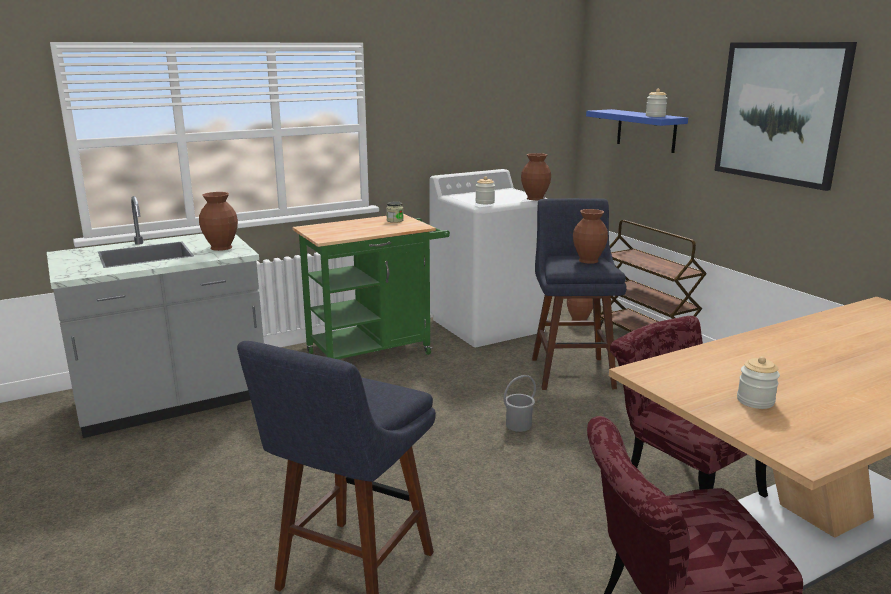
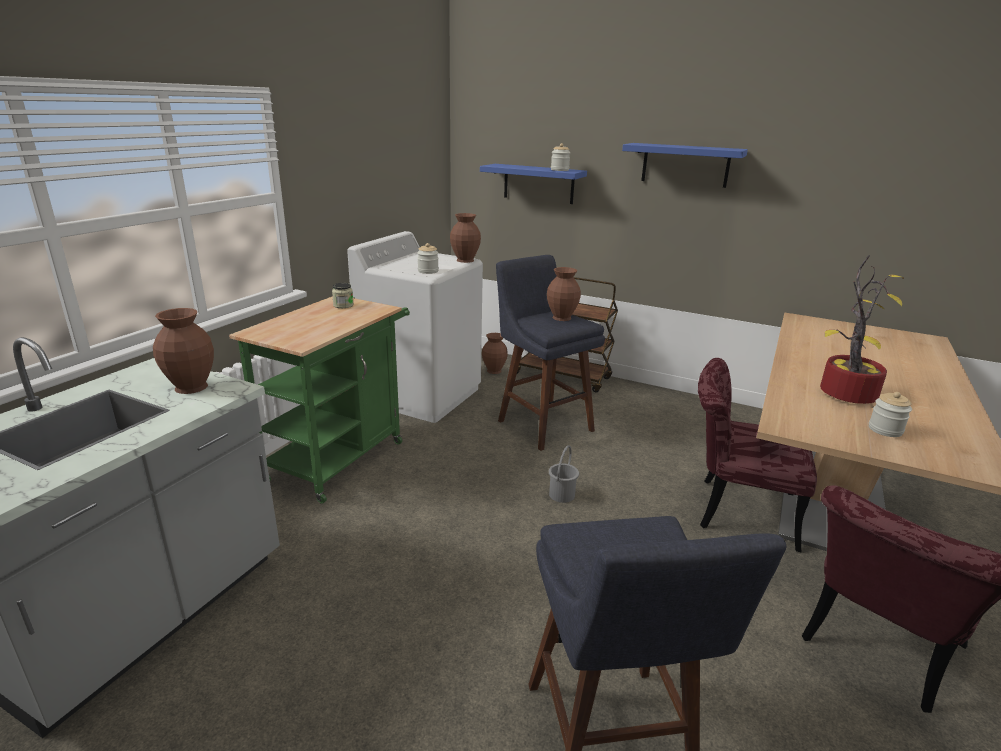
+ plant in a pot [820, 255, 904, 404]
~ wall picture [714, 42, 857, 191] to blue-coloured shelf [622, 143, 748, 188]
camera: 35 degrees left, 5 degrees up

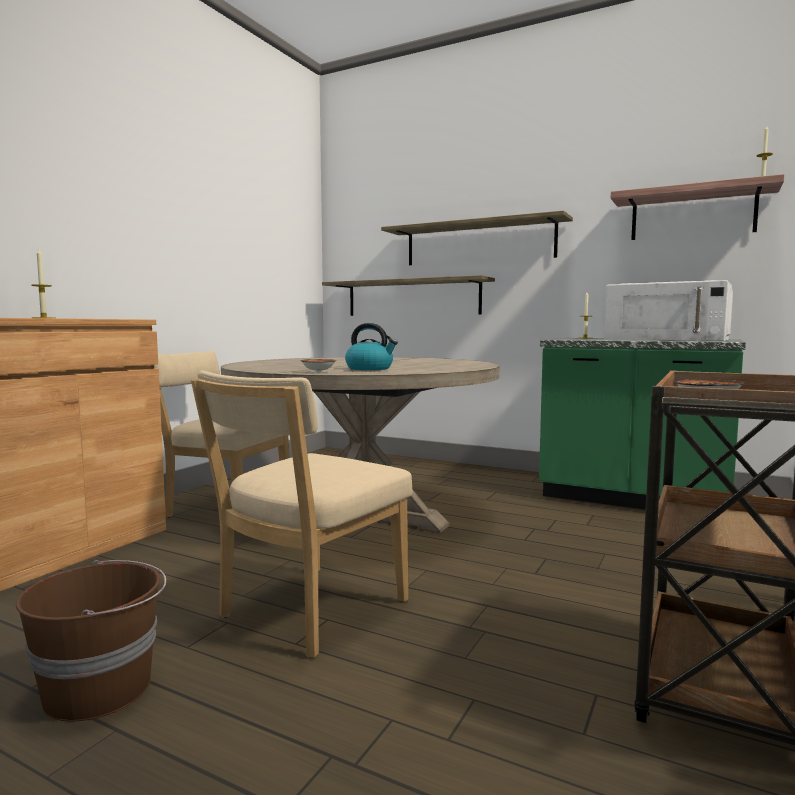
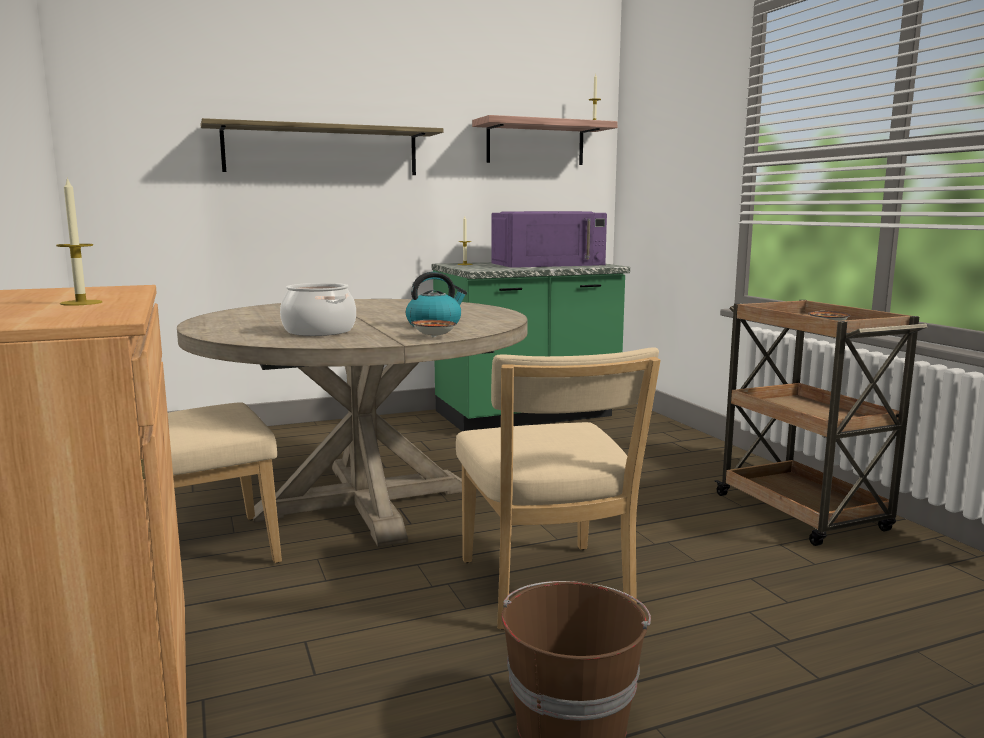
- shelf [322, 275, 495, 316]
+ saucepot [280, 283, 356, 336]
~ white-coloured kitchen microwave [604, 280, 733, 341] to purple kitchen microwave [492, 211, 607, 268]
camera: 50 degrees left, 5 degrees up

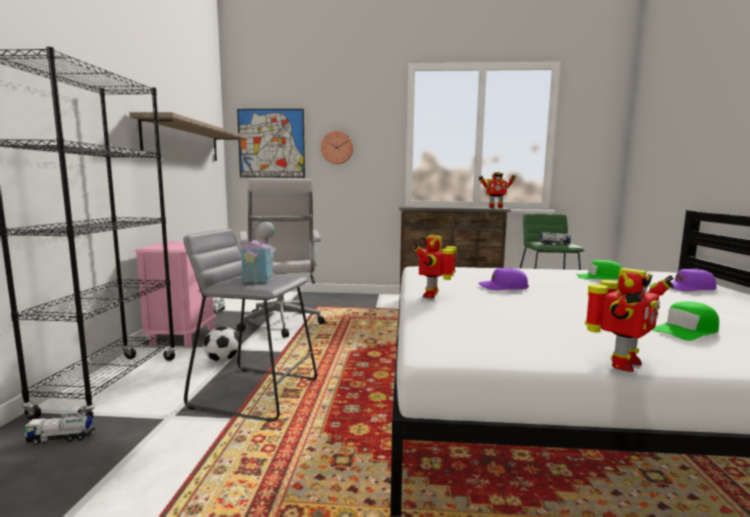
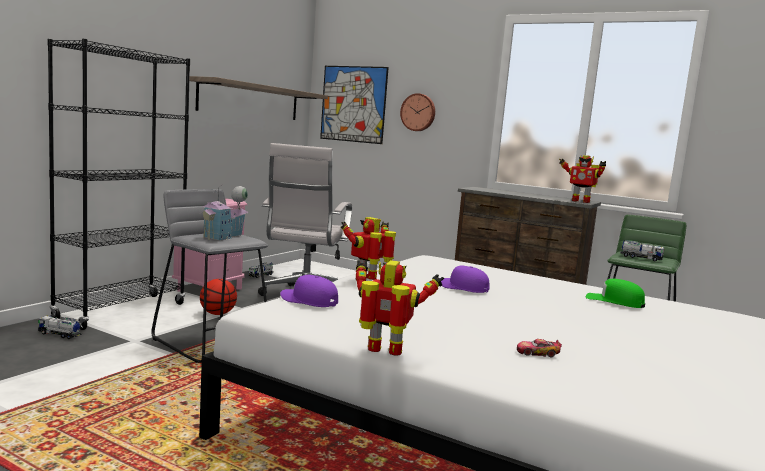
~ purple cap [670, 268, 717, 291] to [280, 275, 338, 307]
~ football ball [203, 327, 239, 362] to ball for basketball [200, 279, 237, 315]
~ greenish cap [652, 302, 719, 341] to miniature car [517, 339, 562, 357]
~ toy robot [585, 268, 674, 372] = [356, 260, 444, 356] 150 degrees counterclockwise
camera: 25 degrees right, 0 degrees up

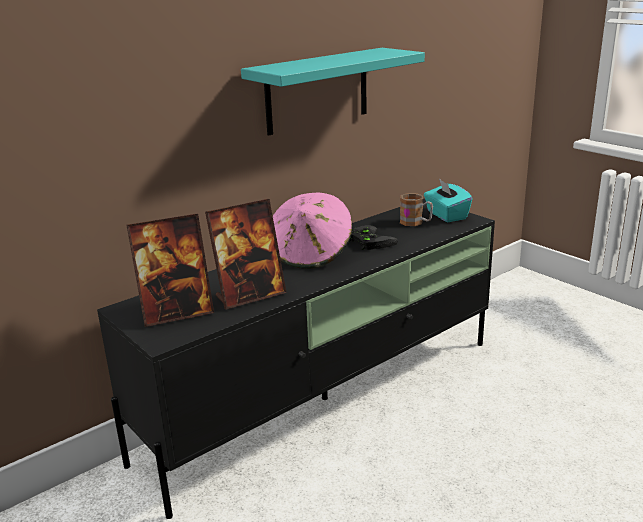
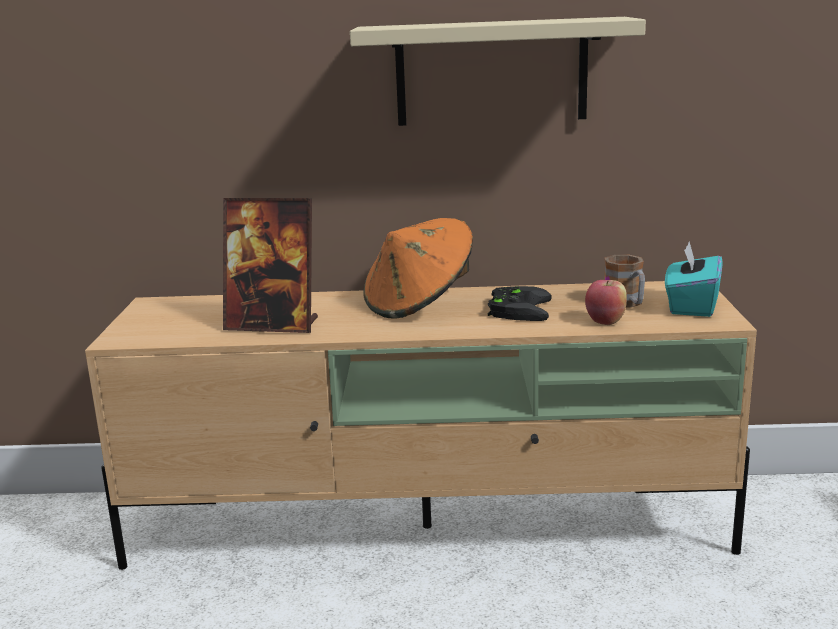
- photo frame [127, 214, 214, 327]
+ apple [585, 280, 627, 325]
~ black-coloured tv stand [97, 198, 495, 519] to beige tv stand [85, 281, 757, 570]
~ turquoise-coloured shelf [241, 48, 425, 135] to beige shelf [350, 17, 646, 126]
~ pinkish clothing hat [273, 192, 352, 269] to orangey clothing hat [363, 218, 473, 319]
camera: 40 degrees right, 5 degrees down

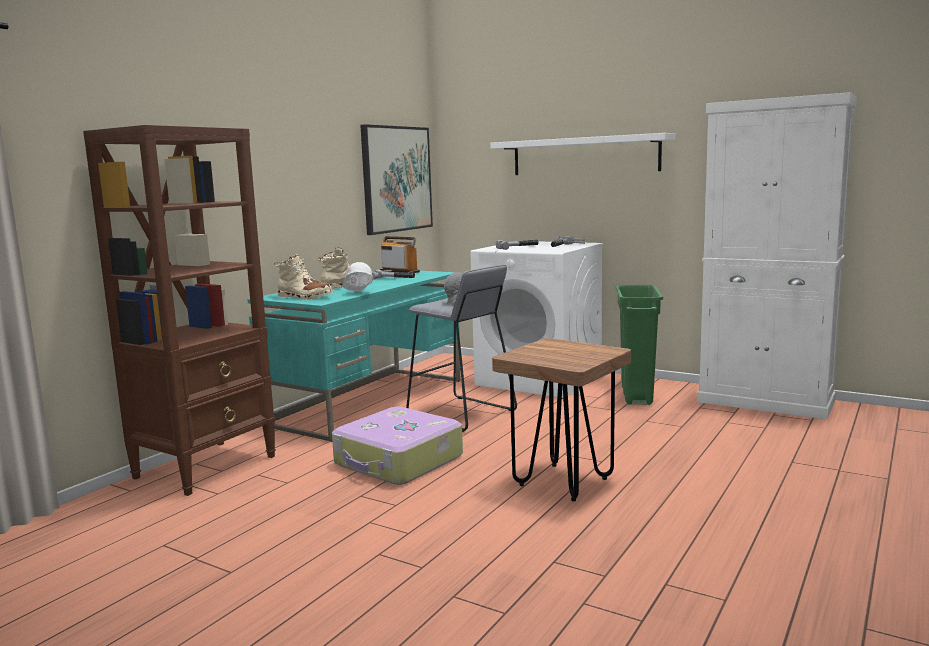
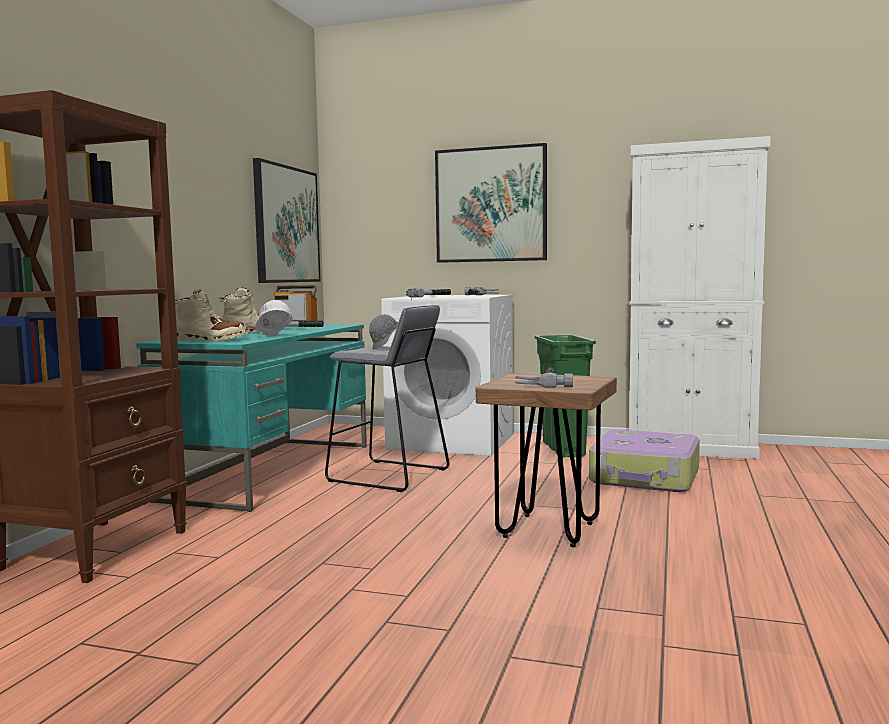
+ tool hammer [515, 367, 573, 388]
~ travel case [332, 407, 463, 485] to [589, 429, 700, 492]
~ white-coloured shelf [490, 133, 675, 175] to wall picture [435, 143, 547, 263]
camera: 15 degrees left, 5 degrees down

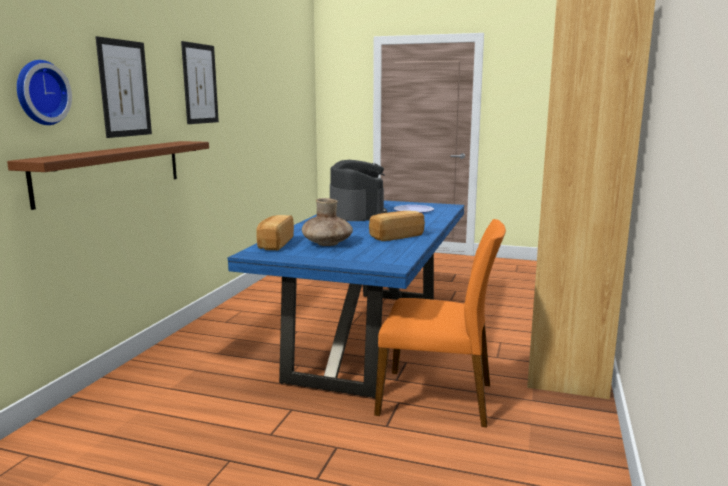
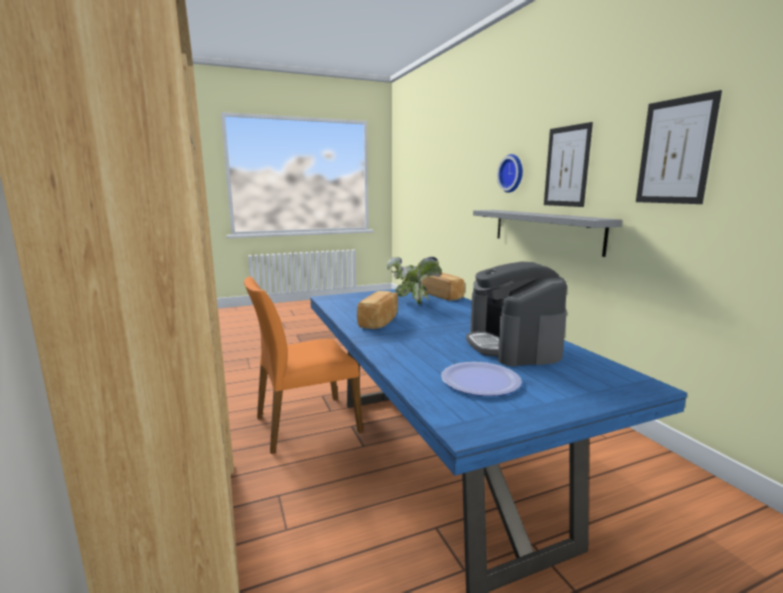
~ brown decorative vase [302, 198, 353, 246] to plant in a pot [387, 257, 441, 305]
~ brown shelf [7, 141, 209, 210] to grey shelf [473, 210, 622, 257]
~ coffee brewer [330, 160, 387, 221] = [466, 262, 567, 366] 45 degrees clockwise
camera: 140 degrees right, 0 degrees up

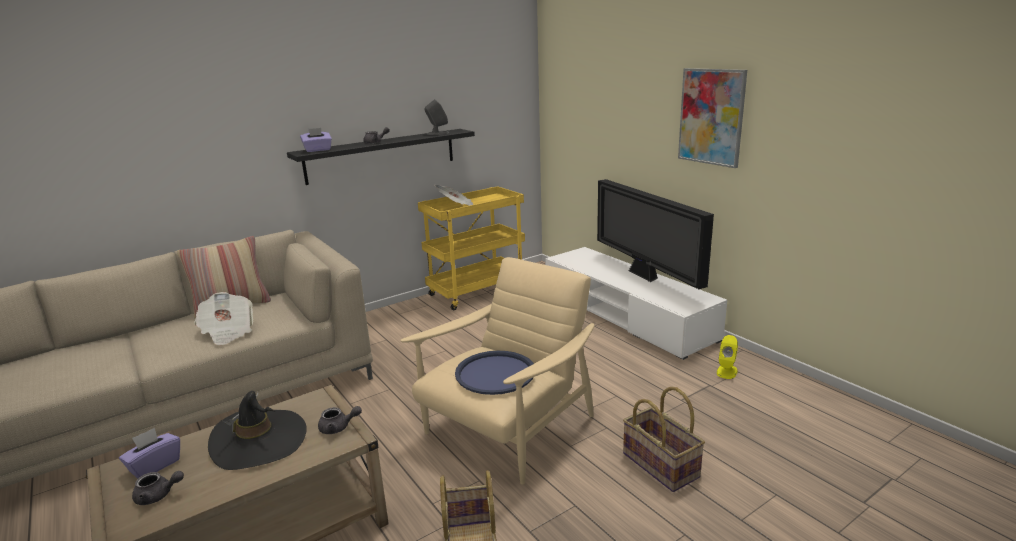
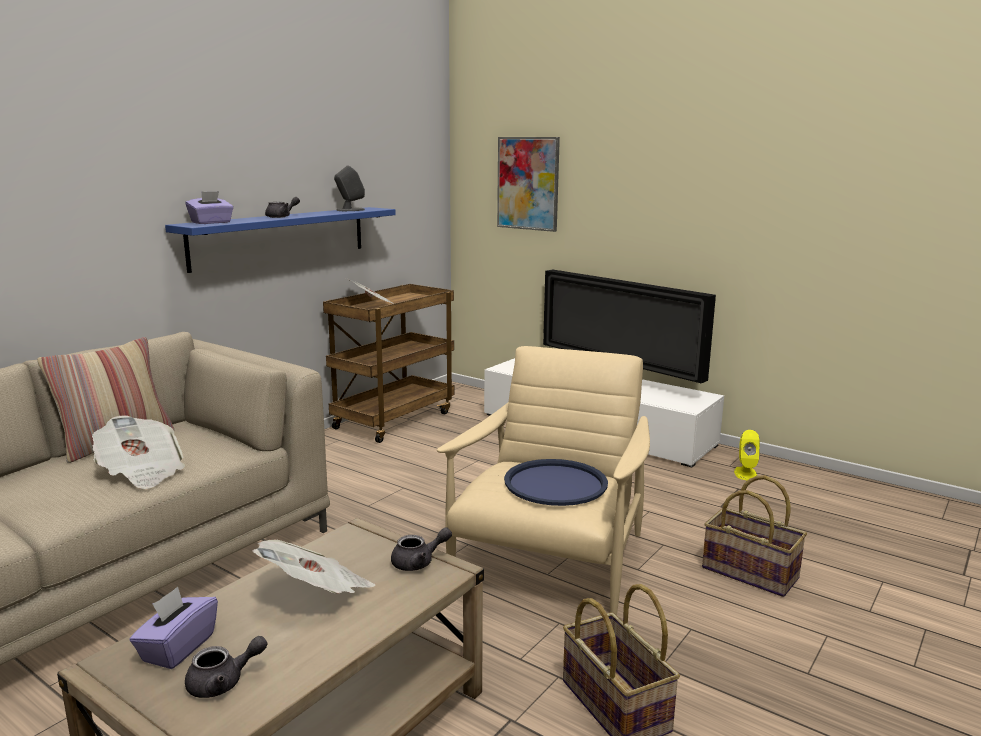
~ wall picture [678, 68, 747, 168] to [497, 137, 560, 232]
~ black-coloured clothing hat [208, 391, 307, 470] to newspaper [252, 540, 376, 594]
~ black-coloured shelf [287, 129, 475, 185] to blue-coloured shelf [165, 207, 396, 273]
~ yellow wheeled cart [418, 186, 525, 310] to brown wheeled cart [323, 284, 455, 443]
camera: 20 degrees left, 5 degrees down

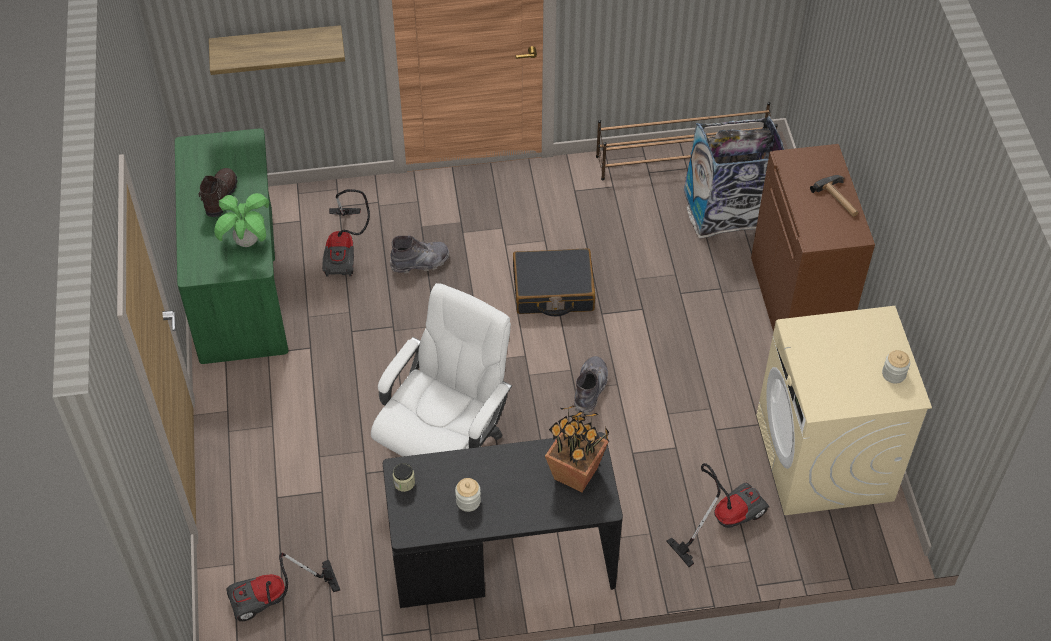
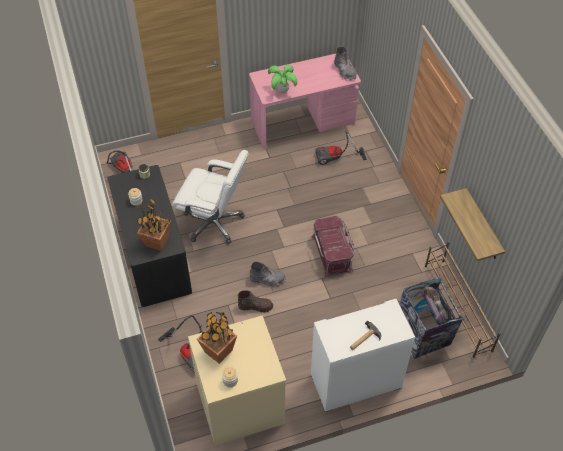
+ plant in a pot [197, 312, 237, 364]
~ brown boot [198, 168, 237, 217] to [238, 290, 273, 313]
~ shelf [209, 25, 345, 75] to [440, 188, 505, 261]
~ grey boot [390, 236, 450, 274] to [334, 46, 357, 80]
~ black-coloured travel case [513, 248, 595, 316] to reddish storage box [311, 216, 355, 278]
~ greenish desk unit [175, 128, 289, 364] to pinkish desk unit [249, 54, 361, 150]
~ brown cabinet [751, 144, 875, 332] to white-coloured cabinet [311, 299, 415, 412]
camera: 80 degrees right, 0 degrees up

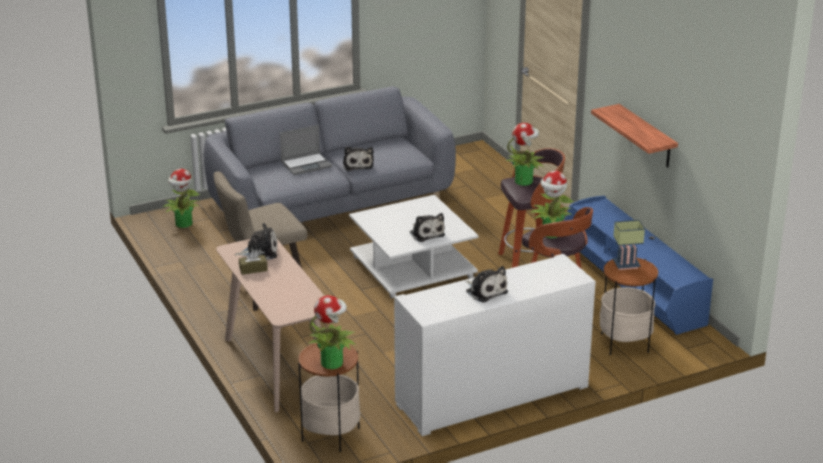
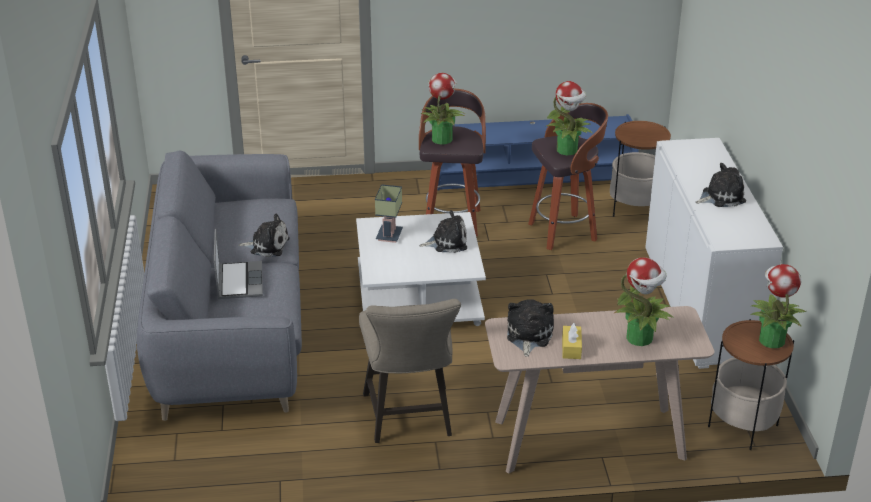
- shelf [591, 104, 678, 167]
~ plant in a pot [163, 169, 200, 228] to [614, 257, 674, 346]
~ table lamp [613, 220, 645, 270] to [375, 184, 403, 243]
~ brown tissue holder [239, 250, 268, 275] to yellow tissue holder [562, 323, 582, 359]
camera: 70 degrees left, 5 degrees up

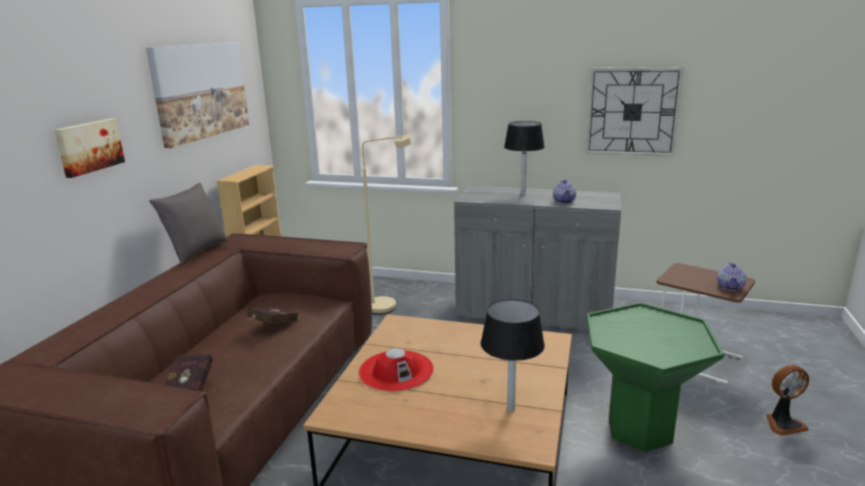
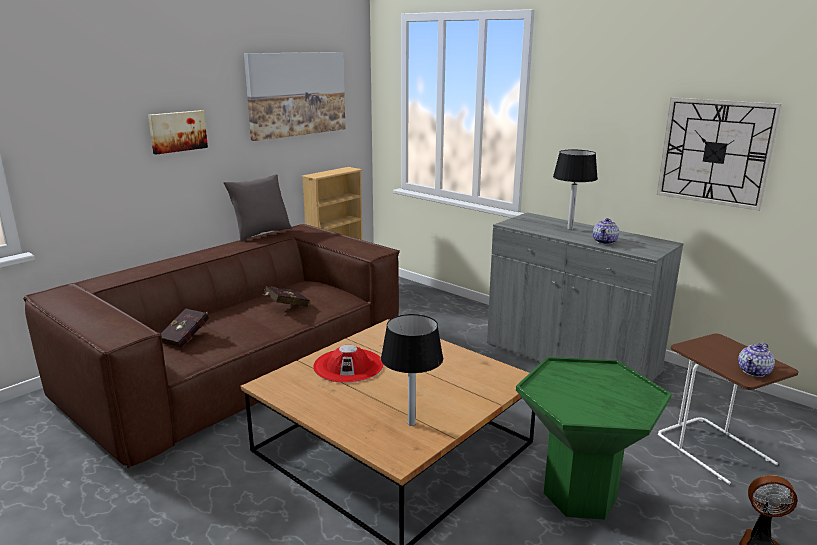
- beige floor lamp [362, 135, 412, 314]
camera: 25 degrees right, 0 degrees up

